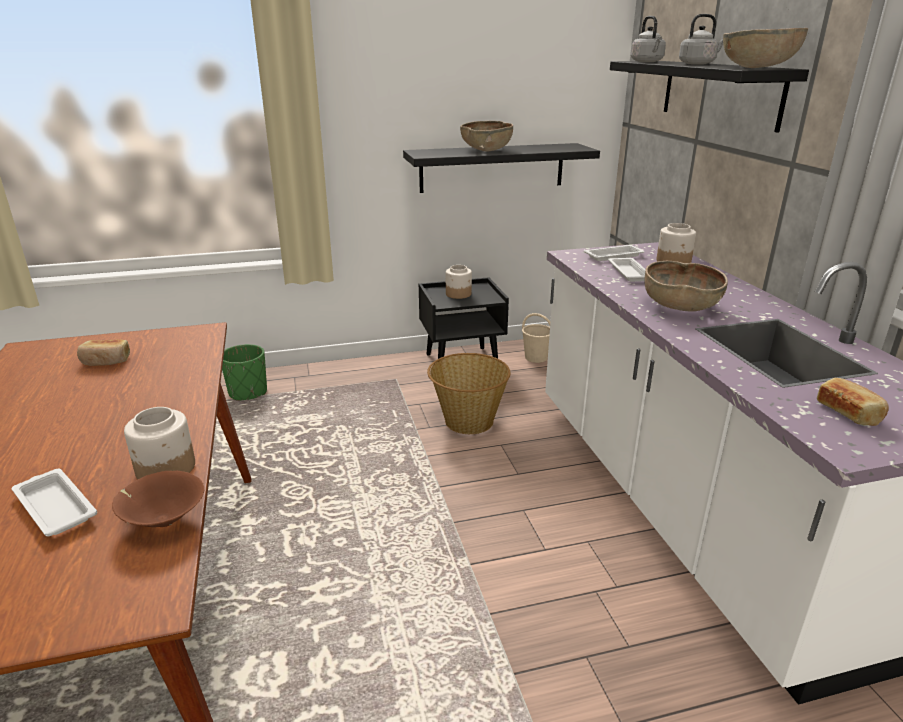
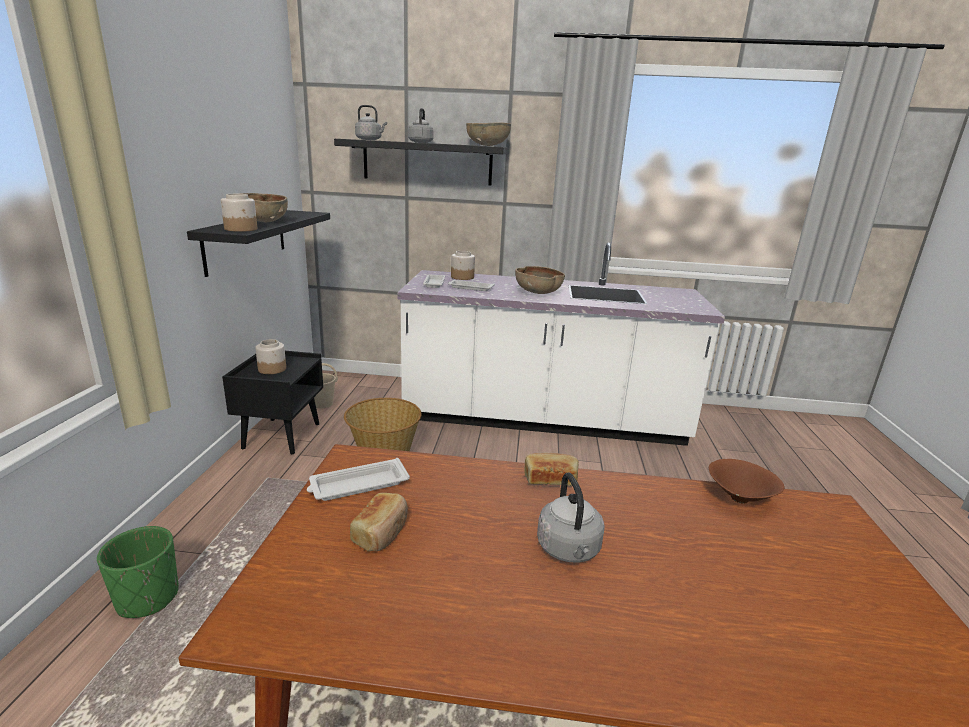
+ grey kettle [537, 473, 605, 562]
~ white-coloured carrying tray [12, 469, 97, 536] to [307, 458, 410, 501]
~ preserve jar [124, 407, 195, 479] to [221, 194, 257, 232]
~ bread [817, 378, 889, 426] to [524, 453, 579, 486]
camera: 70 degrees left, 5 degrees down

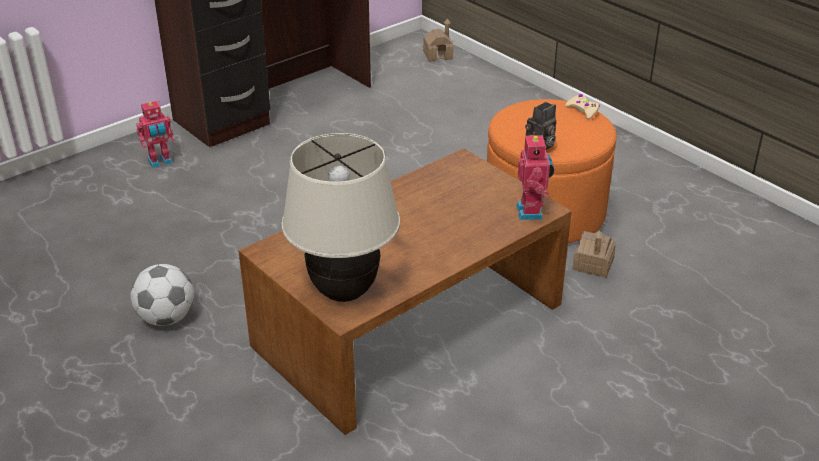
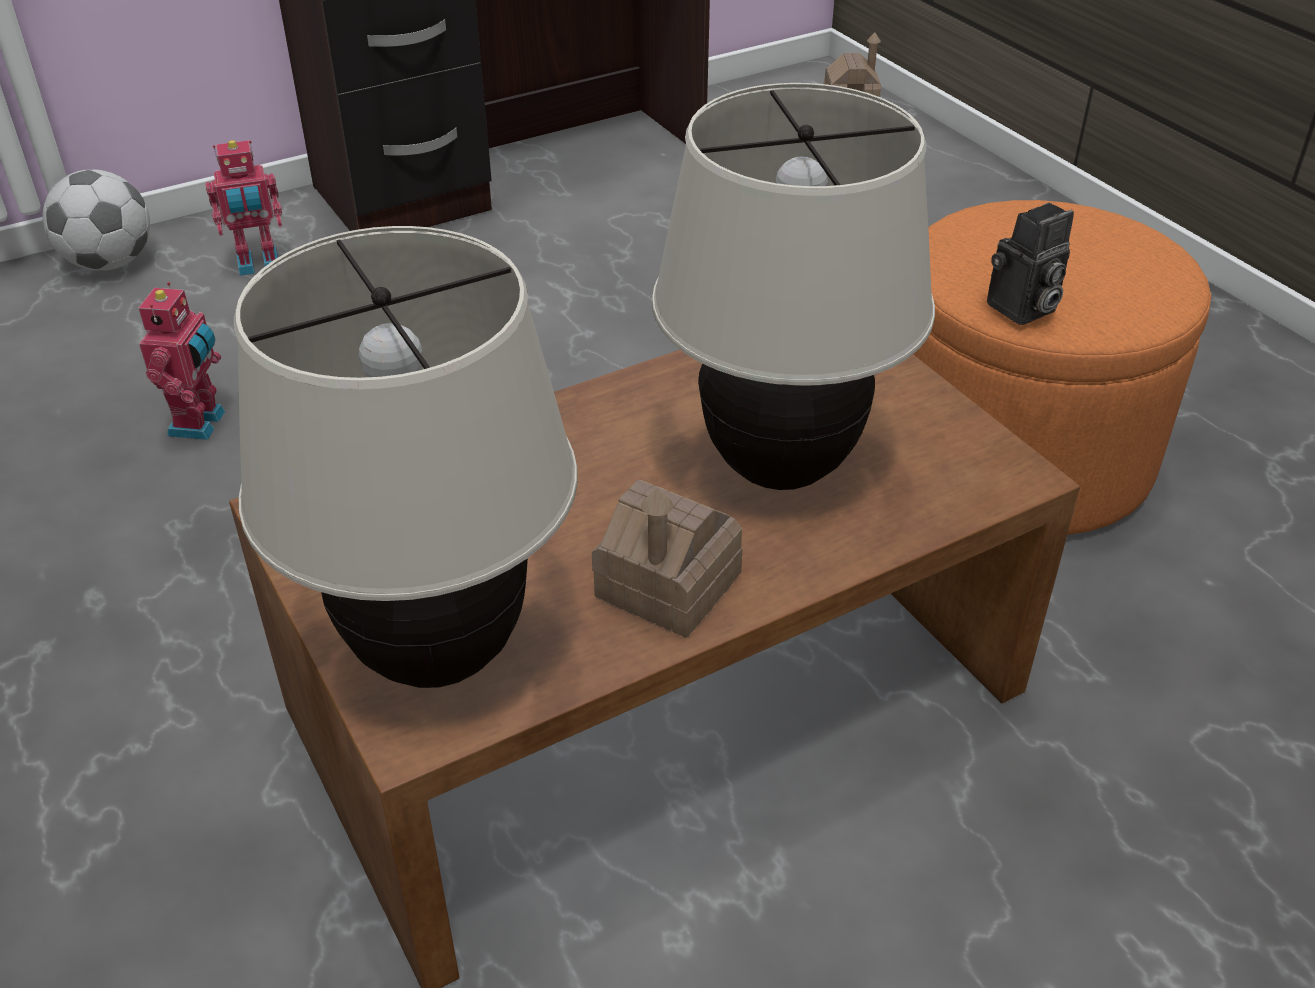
- beige gamepad [565, 94, 600, 119]
+ beige table lamp [652, 83, 935, 490]
~ football ball [131, 264, 194, 326] to [43, 170, 150, 271]
~ toy robot [516, 132, 554, 220] to [138, 282, 225, 440]
~ toy house [572, 230, 616, 278] to [592, 480, 743, 638]
camera: 10 degrees right, 5 degrees up

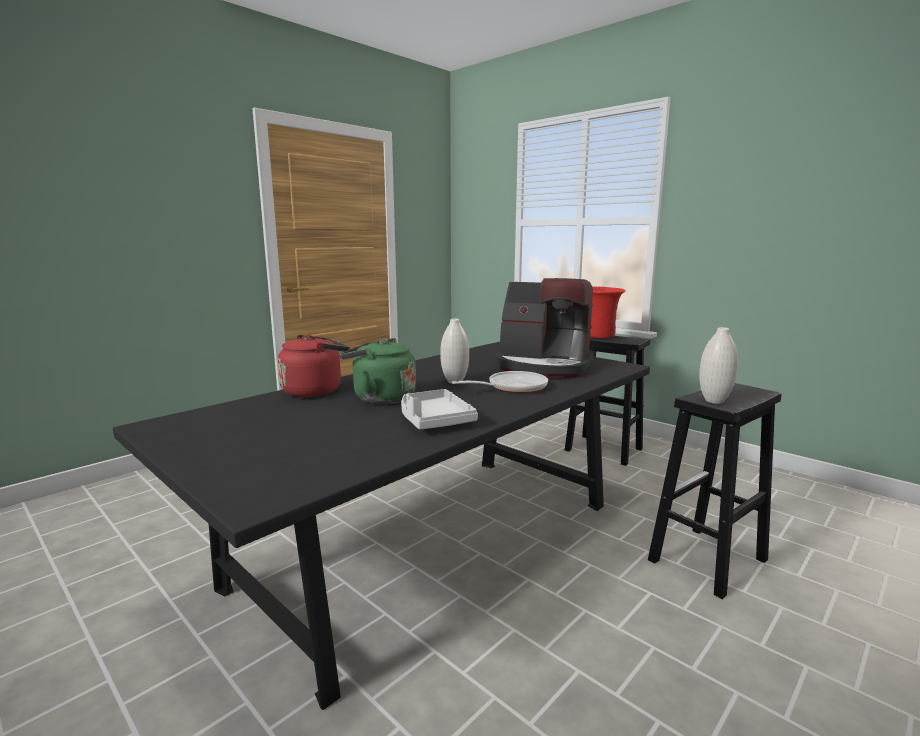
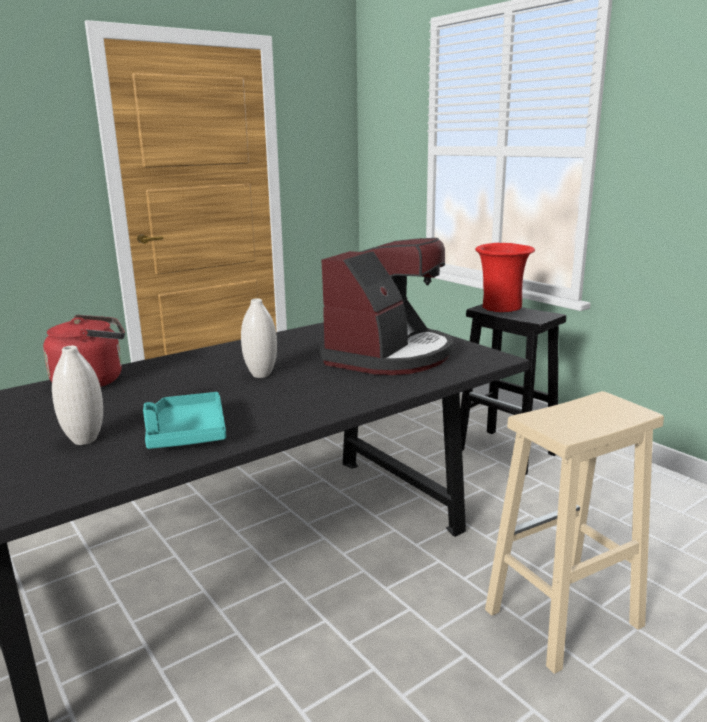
- greenish kettle [340, 338, 416, 404]
- pan [452, 371, 548, 393]
~ white-coloured decorative vase [699, 327, 738, 404] to [52, 346, 103, 445]
~ grey carrying tray [401, 389, 478, 430] to turquoise-coloured carrying tray [143, 392, 226, 449]
~ black-coloured stool [648, 383, 781, 599] to beige stool [485, 391, 664, 674]
~ coffee brewer [496, 278, 594, 379] = [319, 238, 454, 375] 90 degrees counterclockwise
camera: 10 degrees right, 5 degrees up

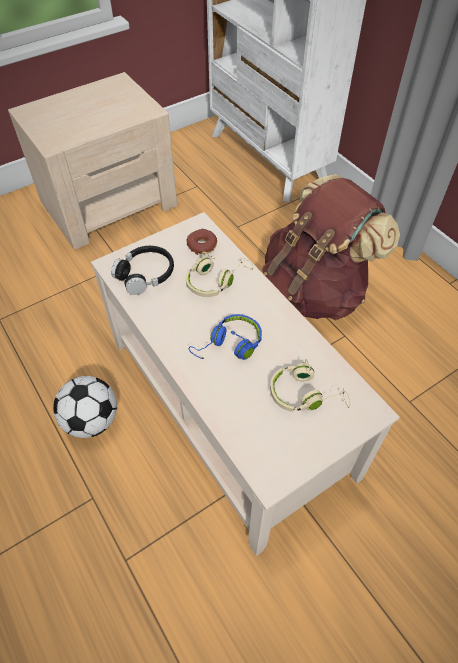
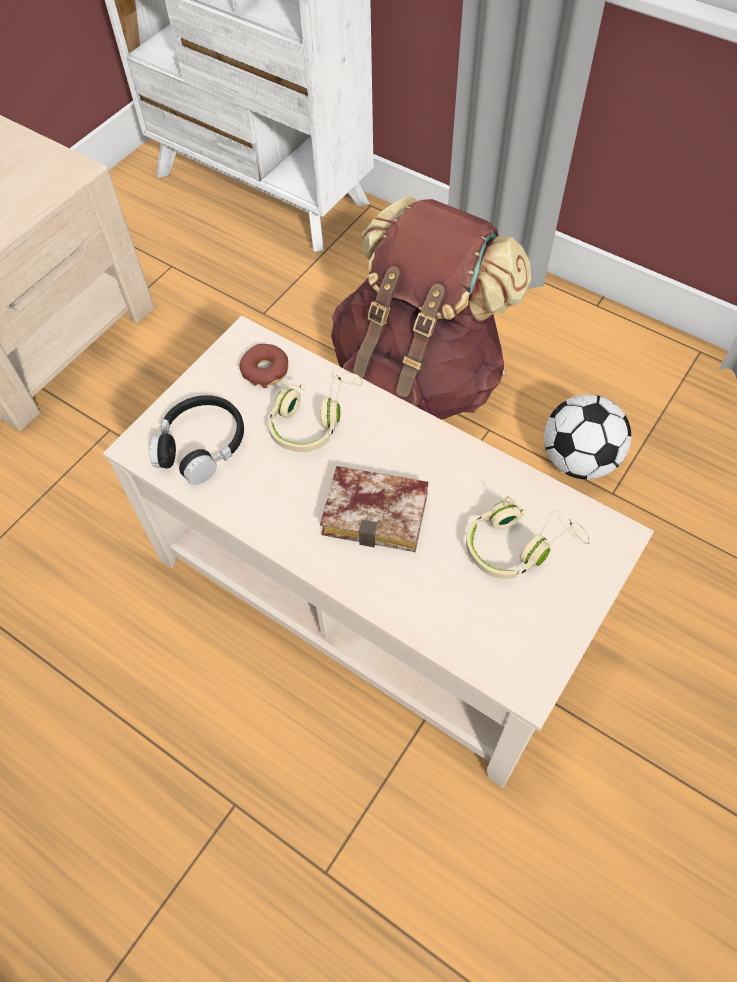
~ football ball [53, 376, 117, 438] to [544, 394, 631, 479]
~ blue-coloured pair of headphones [189, 314, 262, 360] to book [320, 466, 429, 552]
camera: 20 degrees left, 5 degrees up

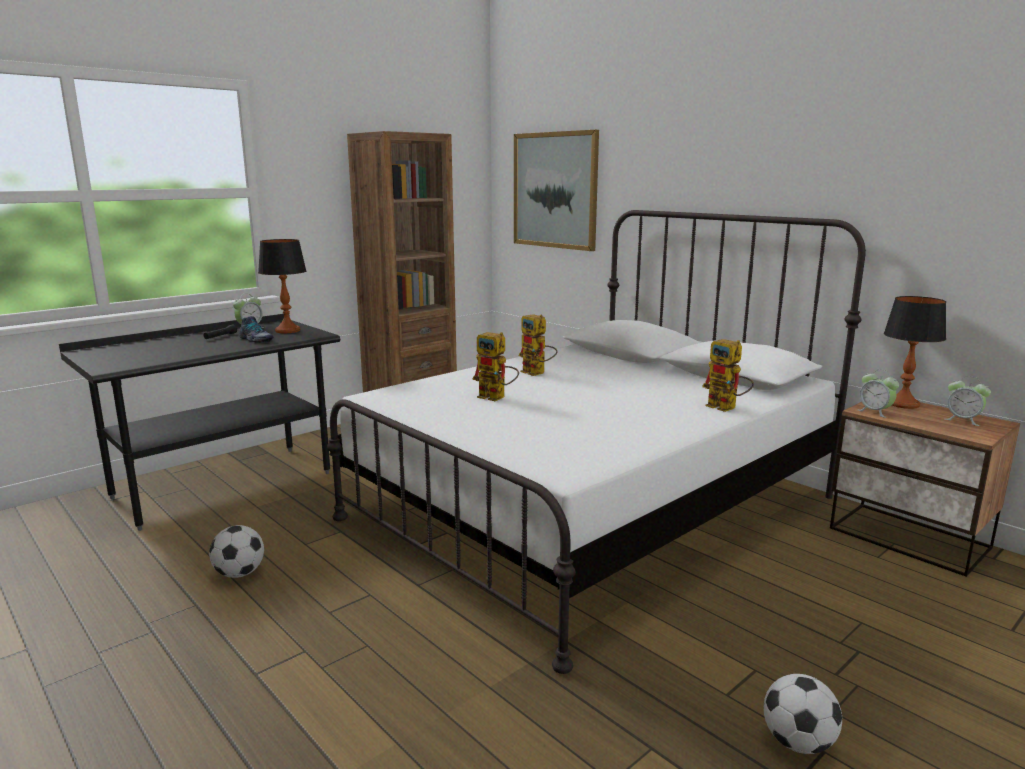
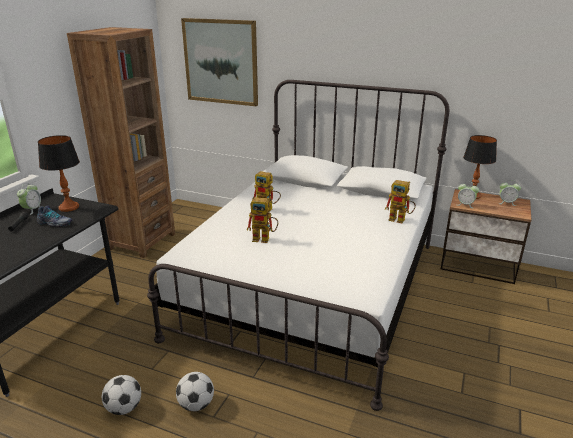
~ football ball [763, 674, 842, 754] to [176, 372, 214, 411]
camera: 25 degrees left, 10 degrees up

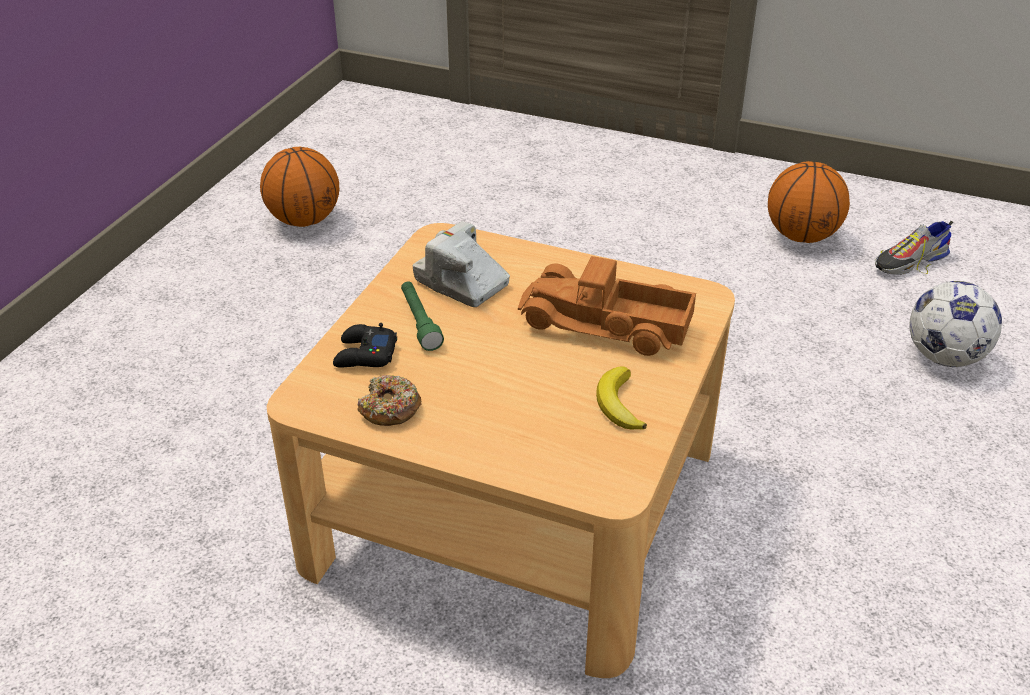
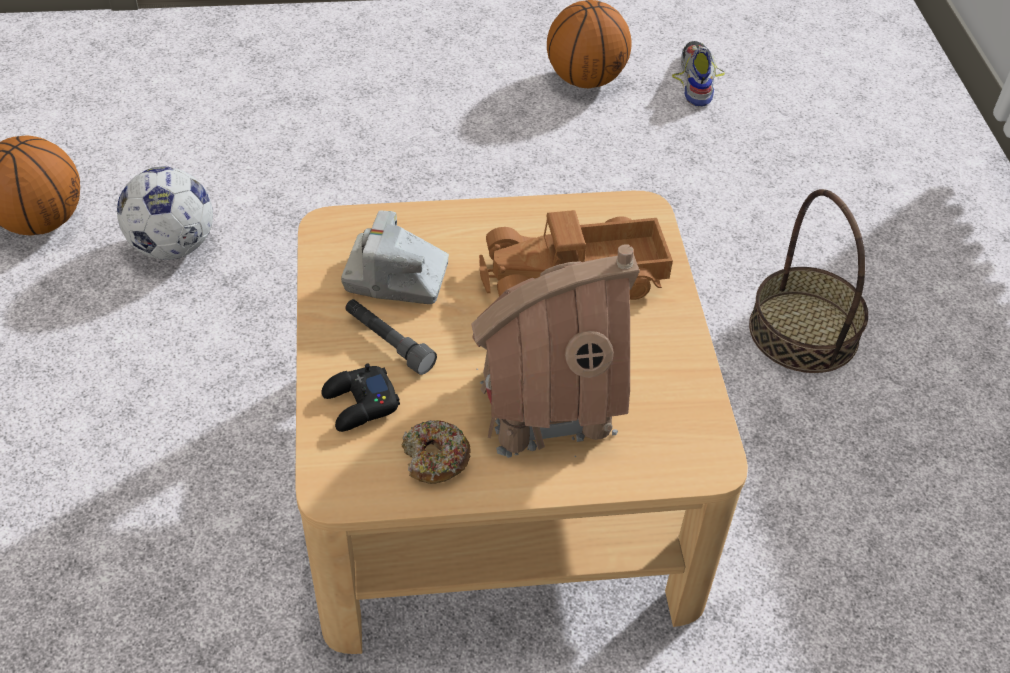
- banana [596, 366, 647, 430]
+ toy house [471, 244, 640, 458]
+ basket [749, 189, 868, 373]
~ football ball [909, 281, 1002, 367] to [117, 166, 213, 260]
~ greenish flashlight [401, 282, 444, 351] to grey flashlight [345, 299, 437, 375]
~ item of footwear [875, 221, 953, 275] = [672, 41, 725, 107] 150 degrees clockwise
camera: 30 degrees left, 10 degrees up

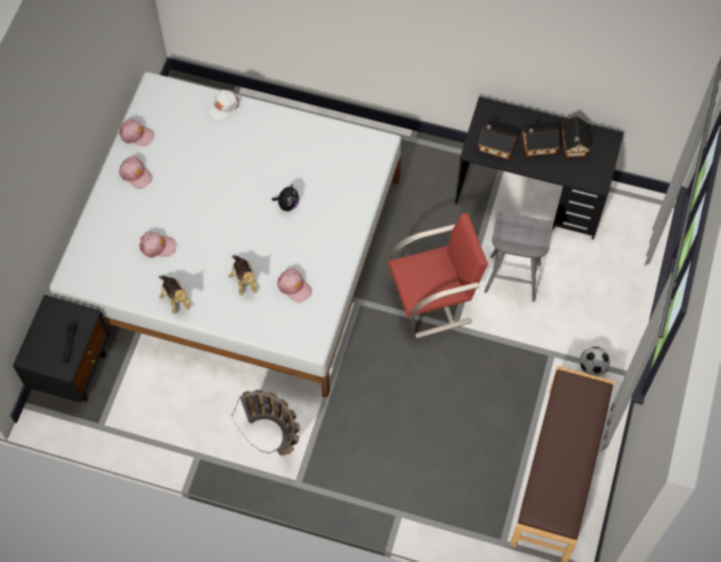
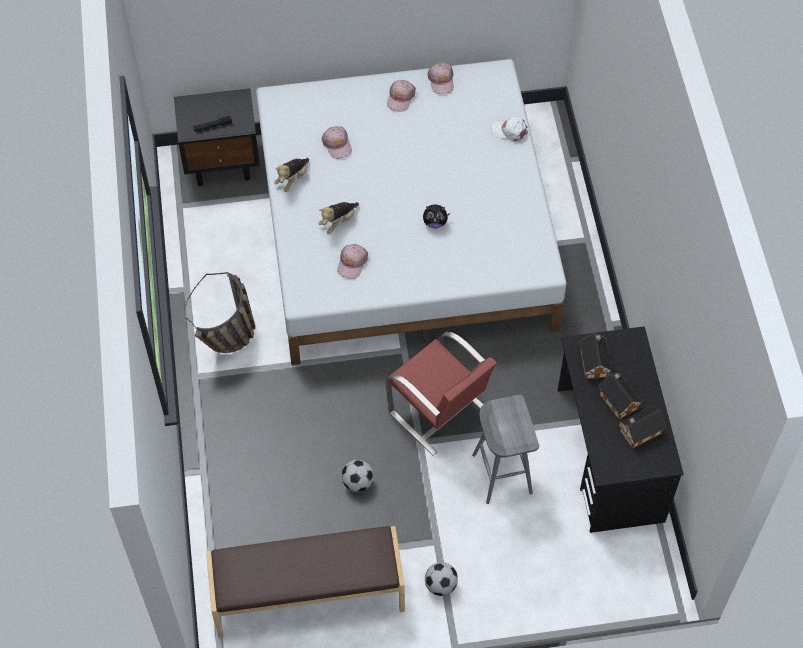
+ football ball [341, 460, 374, 492]
camera: 65 degrees right, 5 degrees down

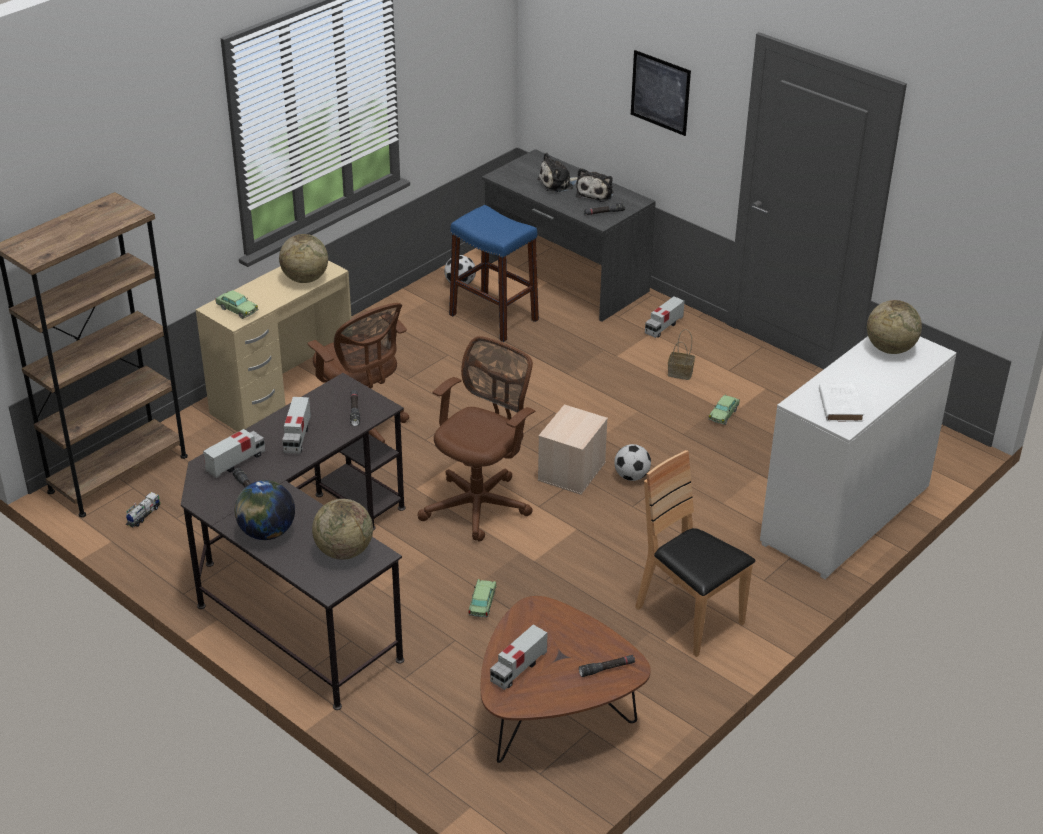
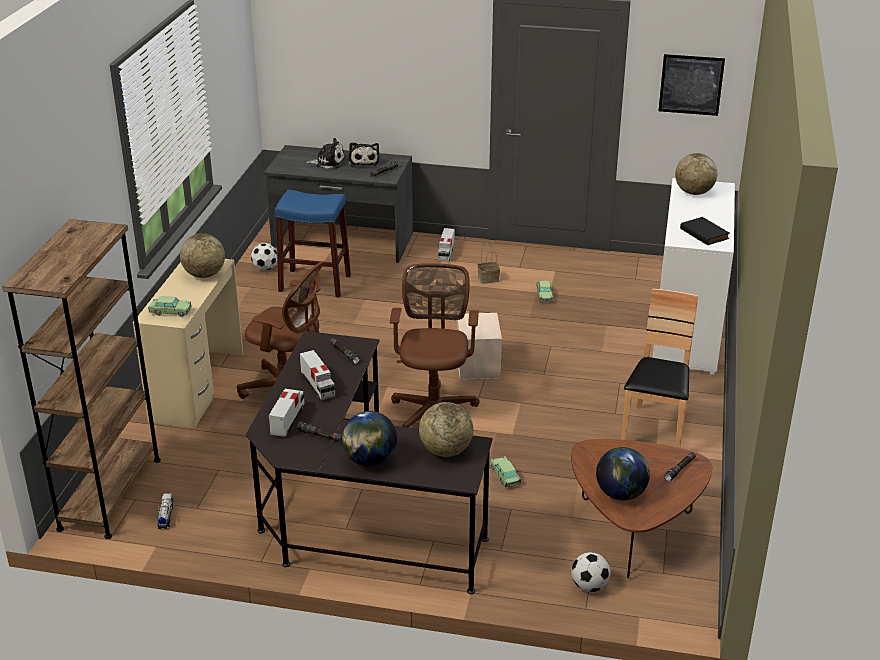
~ football ball [614, 444, 651, 481] to [571, 552, 611, 592]
~ wall picture [631, 50, 691, 136] to [658, 54, 725, 116]
~ model truck [490, 625, 548, 690] to world globe [596, 447, 650, 500]
~ white-coloured book [819, 383, 864, 422] to black-coloured book [680, 217, 730, 245]
~ soft toy [537, 153, 578, 192] = [306, 138, 345, 169] 120 degrees counterclockwise
~ brown chair [635, 450, 755, 657] = [621, 288, 698, 448] 90 degrees clockwise
camera: 30 degrees left, 5 degrees down

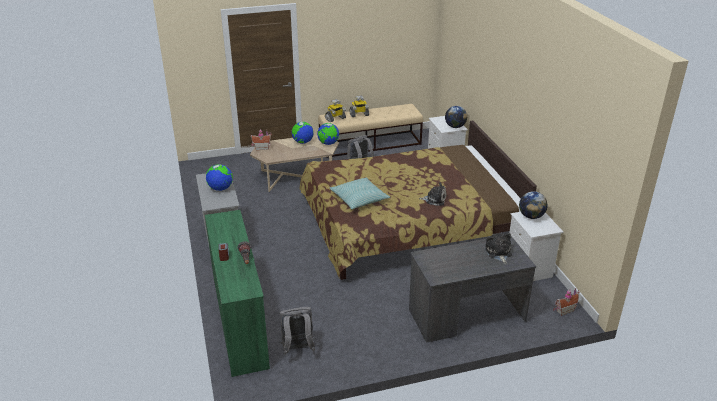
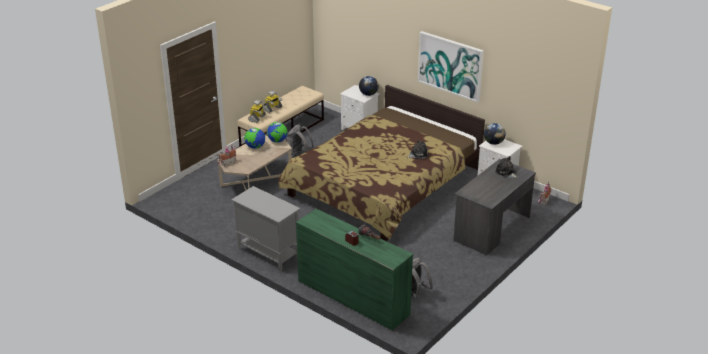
- world globe [206, 164, 233, 191]
- cushion [329, 178, 390, 209]
+ wall picture [418, 31, 484, 103]
camera: 35 degrees left, 0 degrees up

